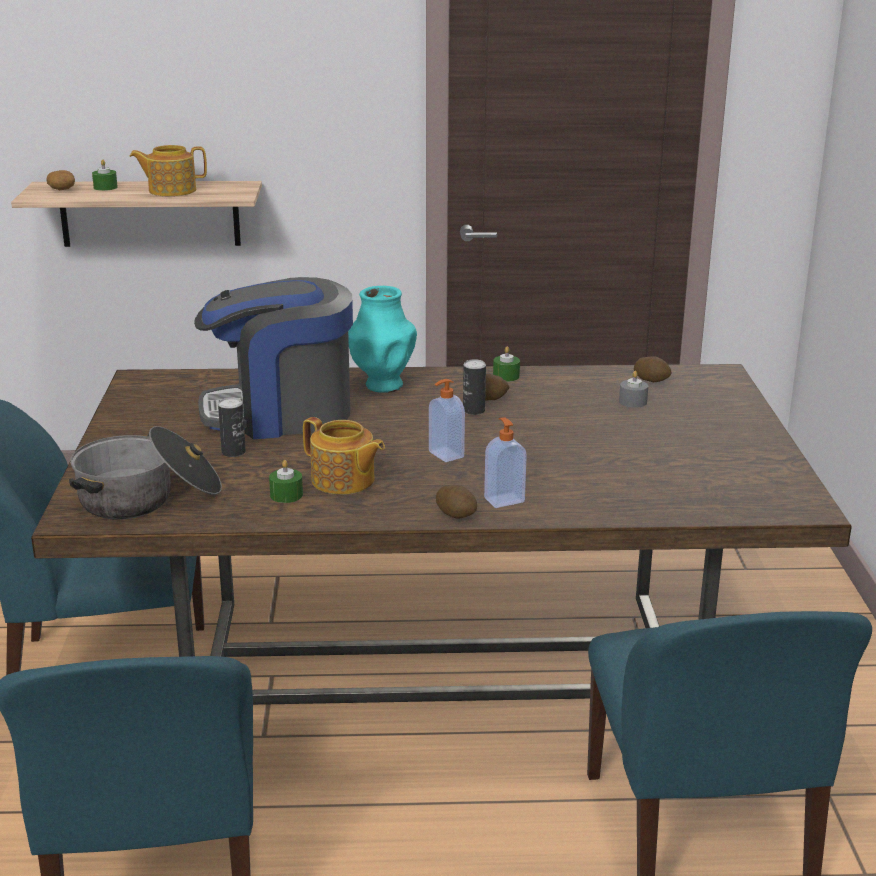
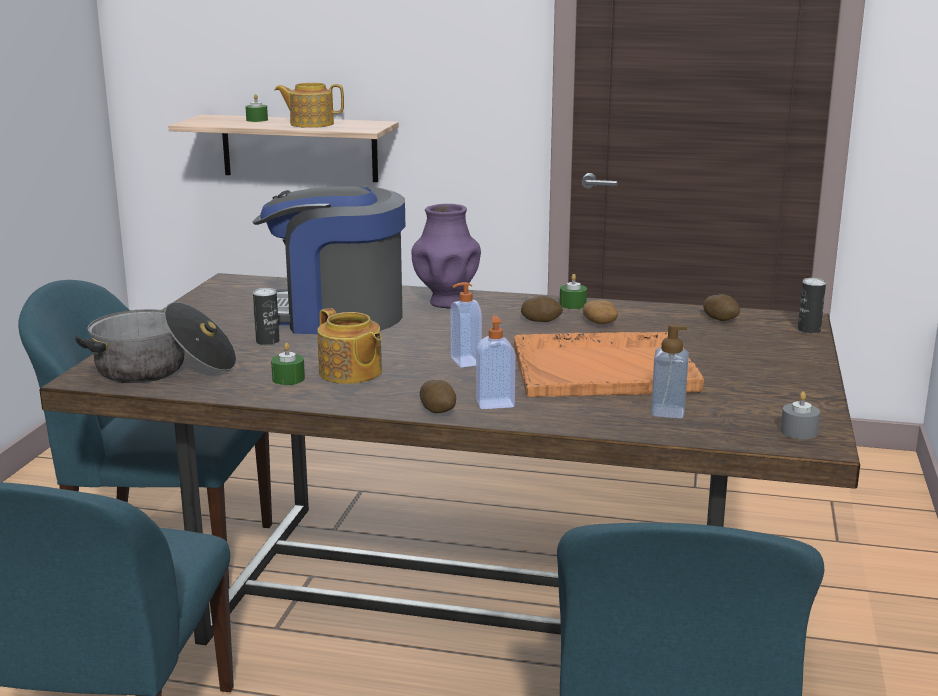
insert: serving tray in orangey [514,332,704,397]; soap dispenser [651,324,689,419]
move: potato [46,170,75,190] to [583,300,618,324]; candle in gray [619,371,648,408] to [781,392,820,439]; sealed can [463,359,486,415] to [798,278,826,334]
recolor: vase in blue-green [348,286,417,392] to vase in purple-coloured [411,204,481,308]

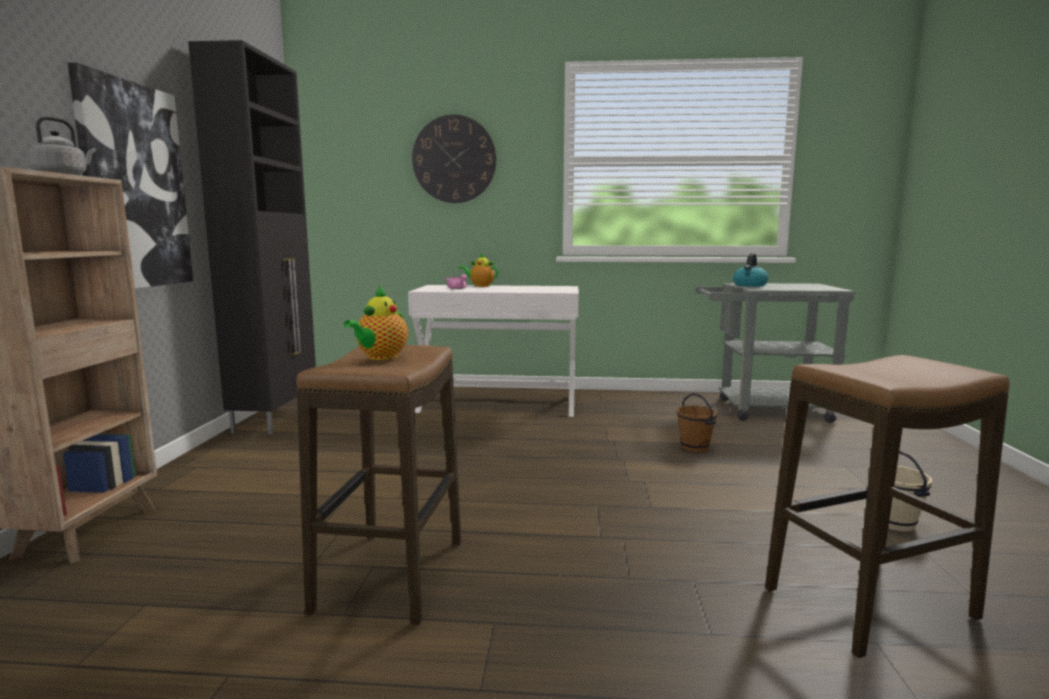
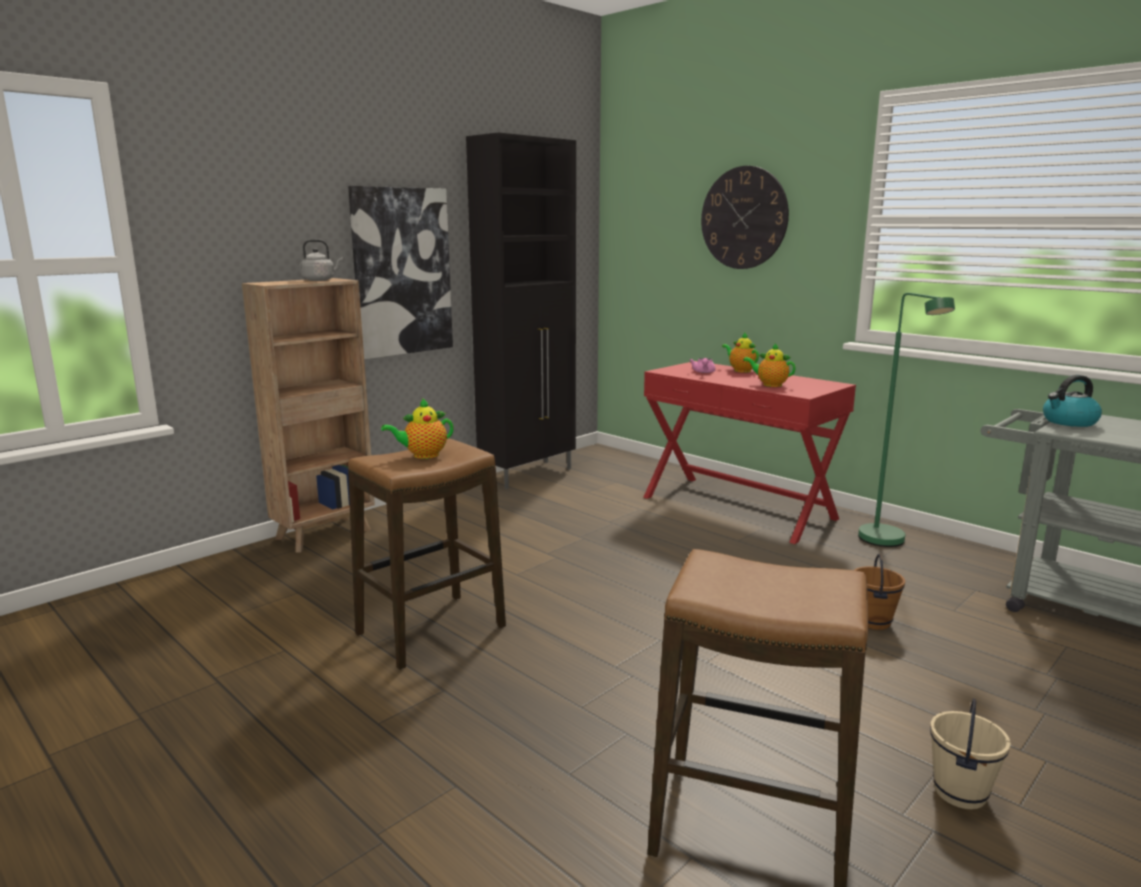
insert: teapot [743,343,796,387]; floor lamp in greenish [858,293,955,547]
recolor: console table in whitish [408,285,579,417] to console table in reddish [643,361,856,544]

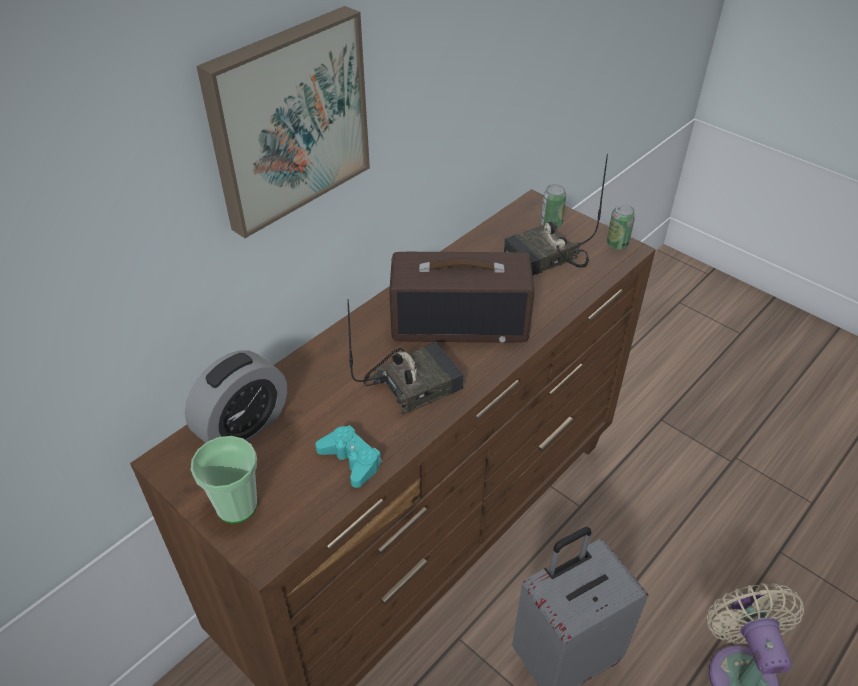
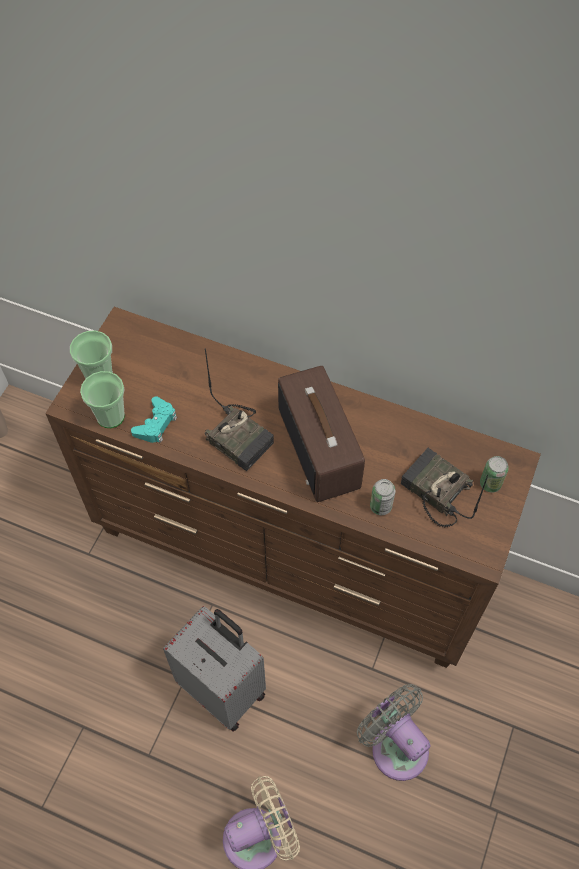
delete: table clock [185,350,287,443]; picture [196,6,370,238]
insert: small cup [80,371,125,428]; fan in gray [357,684,430,781]
move: sealed can [606,204,635,250] to [370,479,396,515]

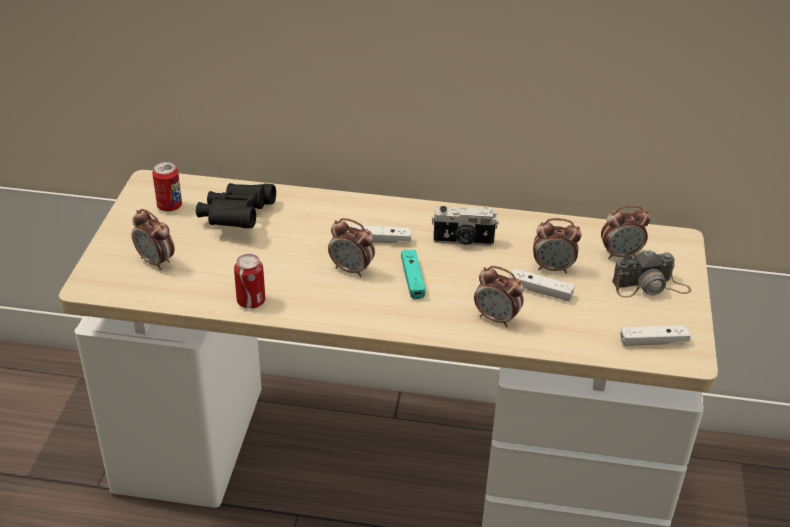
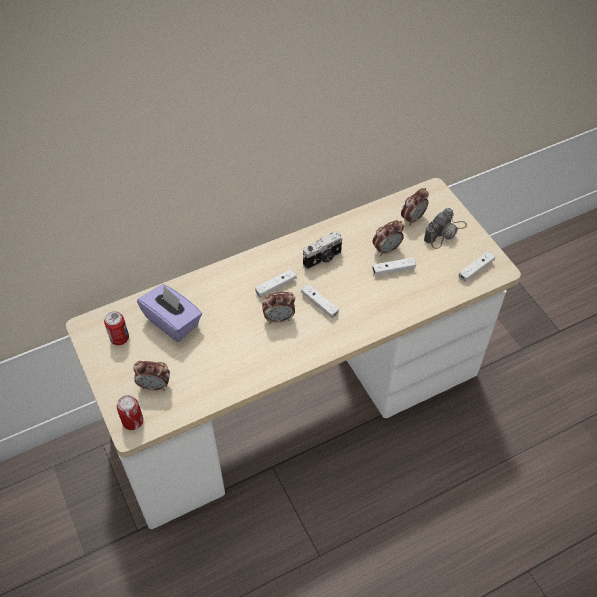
delete: table clock [474,266,524,328]
move: sealed can [234,254,265,309] to [117,395,143,430]
replace: field glasses in black [196,183,276,228] to box of tissues in purple-coloured [137,284,202,342]
recolor: gamepad in blue-green [401,250,426,299] to gamepad in whitish [301,284,339,318]

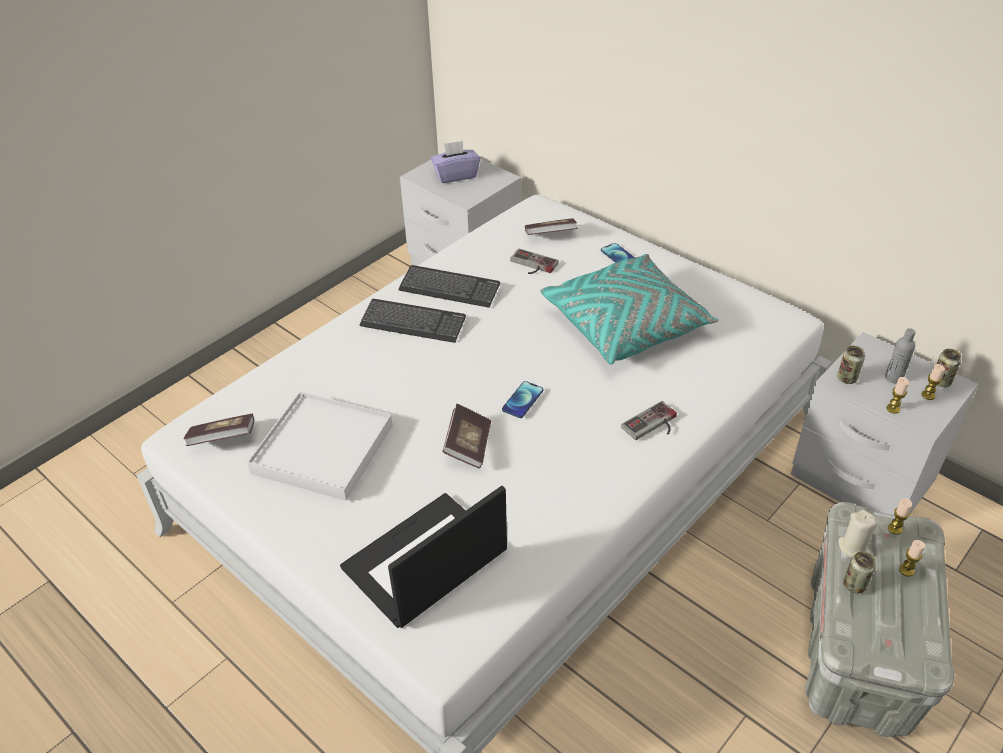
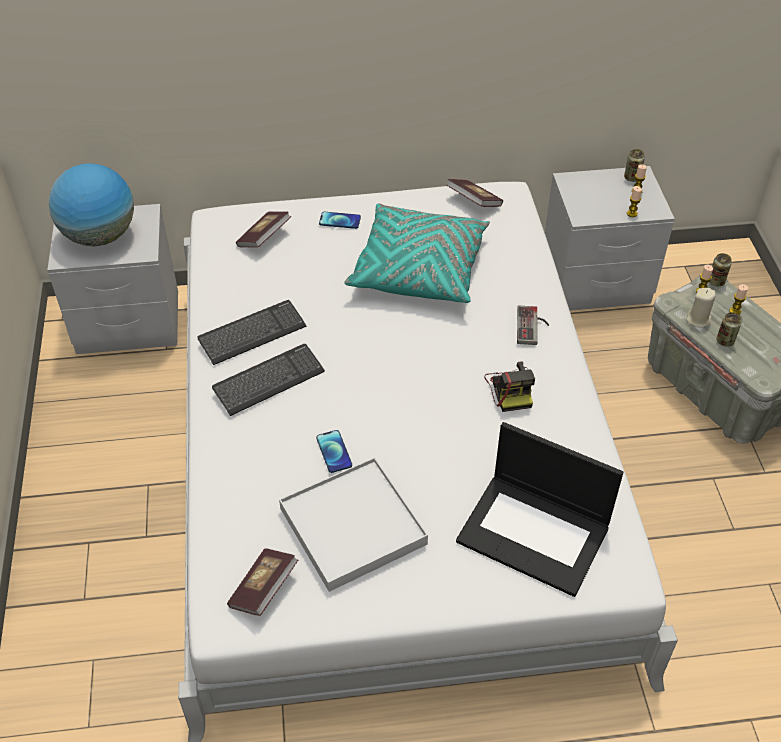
delete: gamepad [510,249,559,274]; beverage bottle in gray [885,328,916,384]
insert: photo camera [484,361,535,412]
move: phone [502,381,543,418] to [316,430,352,473]; book [443,404,491,468] to [447,179,503,207]; sealed can [837,346,865,384] to [709,253,732,286]
replace: box of tissues in purple-coloured [431,141,480,183] to desk globe [49,163,134,247]
rotate: laptop [340,486,507,628] = [456,422,623,597] 60 degrees counterclockwise

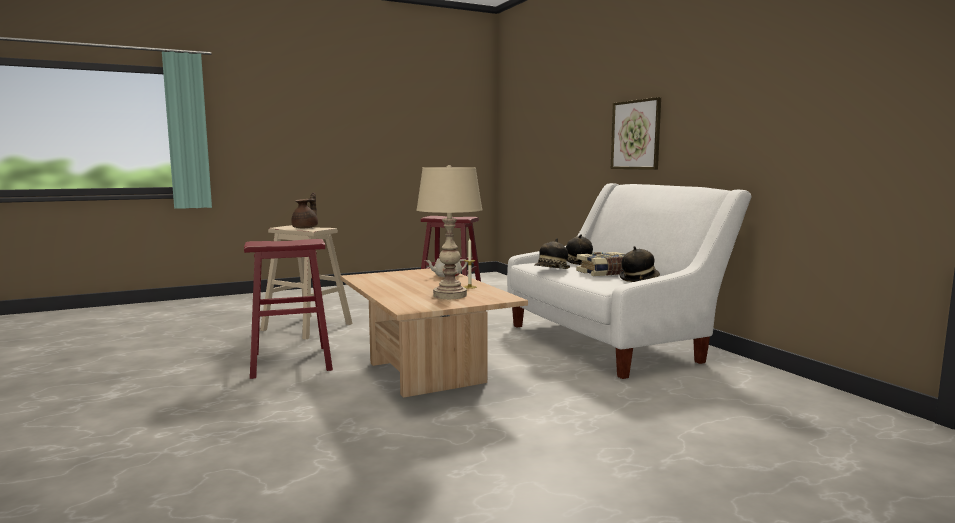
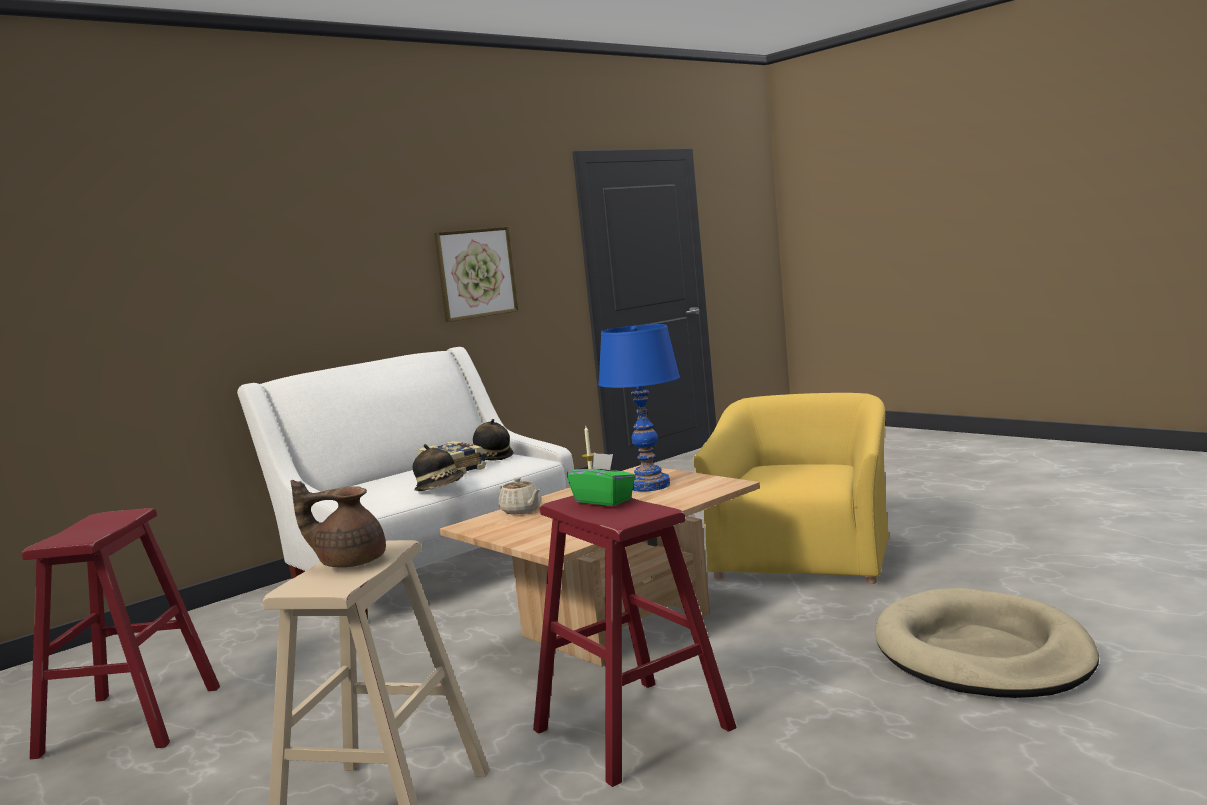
delete: wearable hat [566,234,593,265]
insert: box of tissues in greenish [567,453,636,506]; easy chair in yellowish [693,393,889,584]; dog bed in beige-coloured [875,588,1099,698]
move: picture [611,97,661,170] to [434,227,519,322]
recolor: table lamp in beige-coloured [416,165,482,299] to table lamp in blue [598,324,680,492]

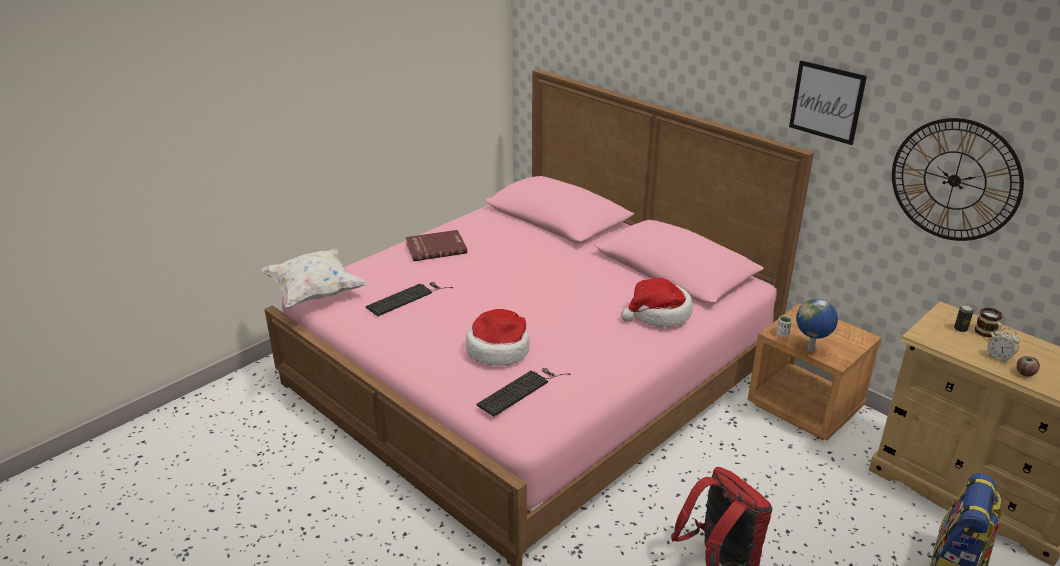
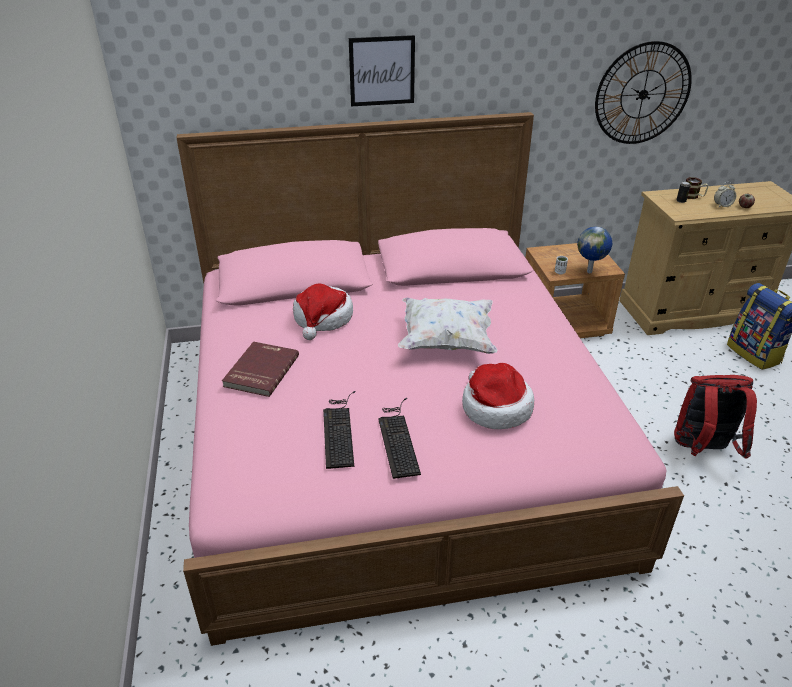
move: wearable hat [621,278,693,327] to [293,283,353,340]; picture [789,60,867,145] to [349,35,415,107]; keyboard [477,368,571,417] to [378,398,421,479]; cushion in whitish [262,248,368,308] to [398,298,497,354]

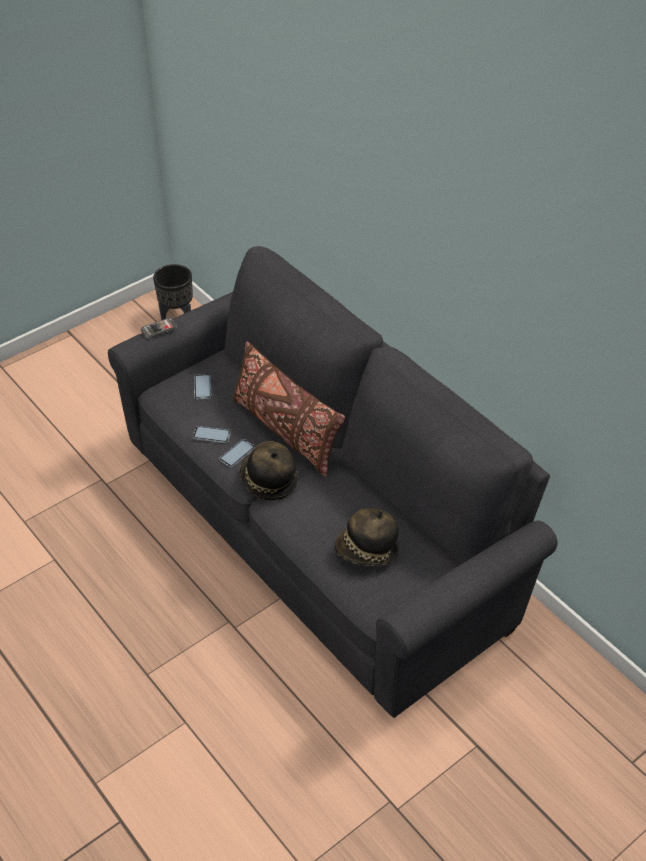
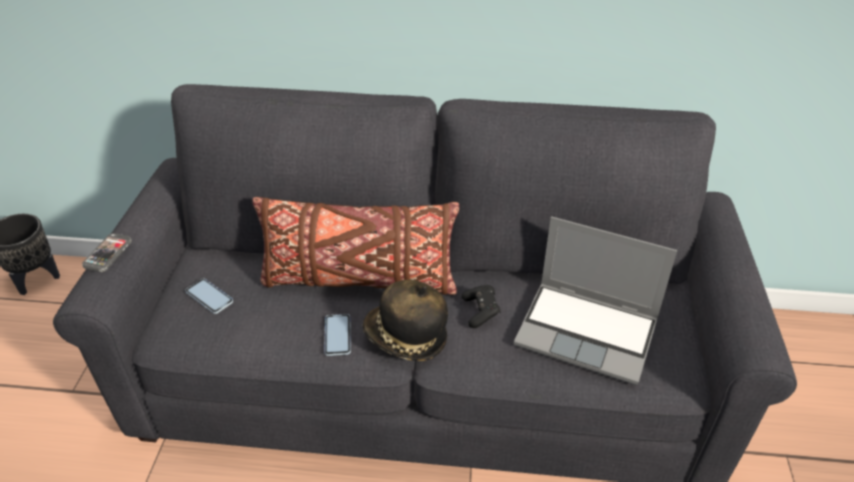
delete: phone [193,426,231,443]
insert: gamepad in black [462,285,501,328]
replace: wearable hat [335,508,399,566] to laptop [514,217,677,385]

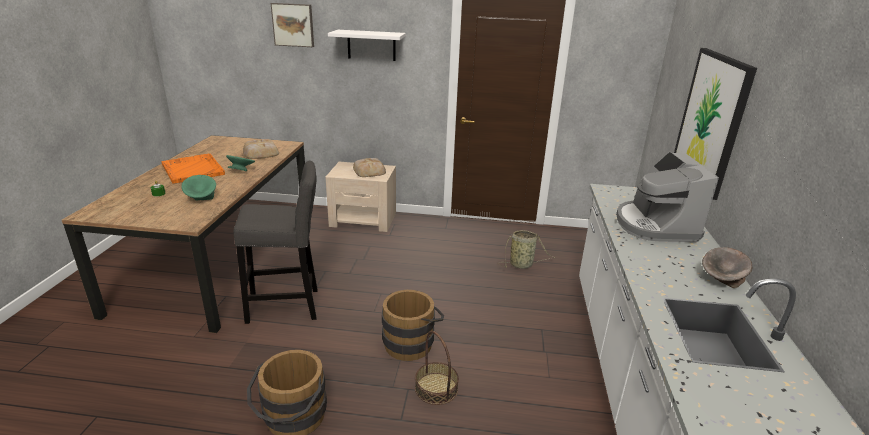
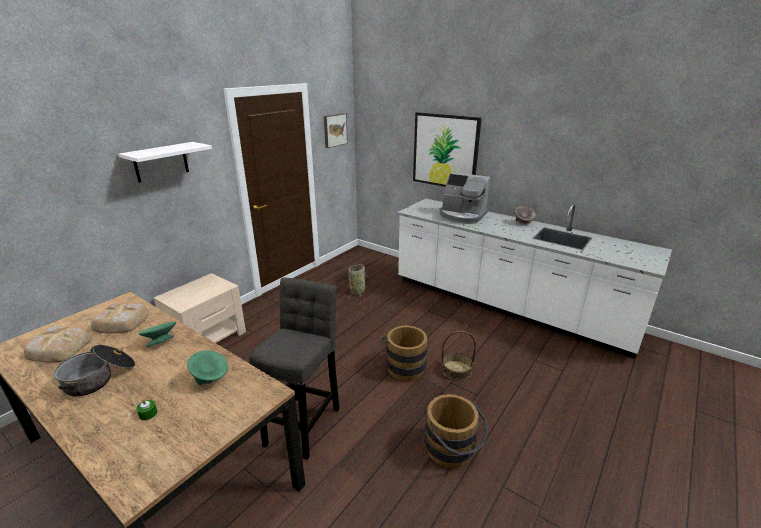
move: baked bread [353,158,386,177] to [24,326,92,363]; picture [271,3,314,47] to [324,113,348,148]
replace: serving tray in orangey [161,153,225,184] to stockpot [54,345,135,396]

